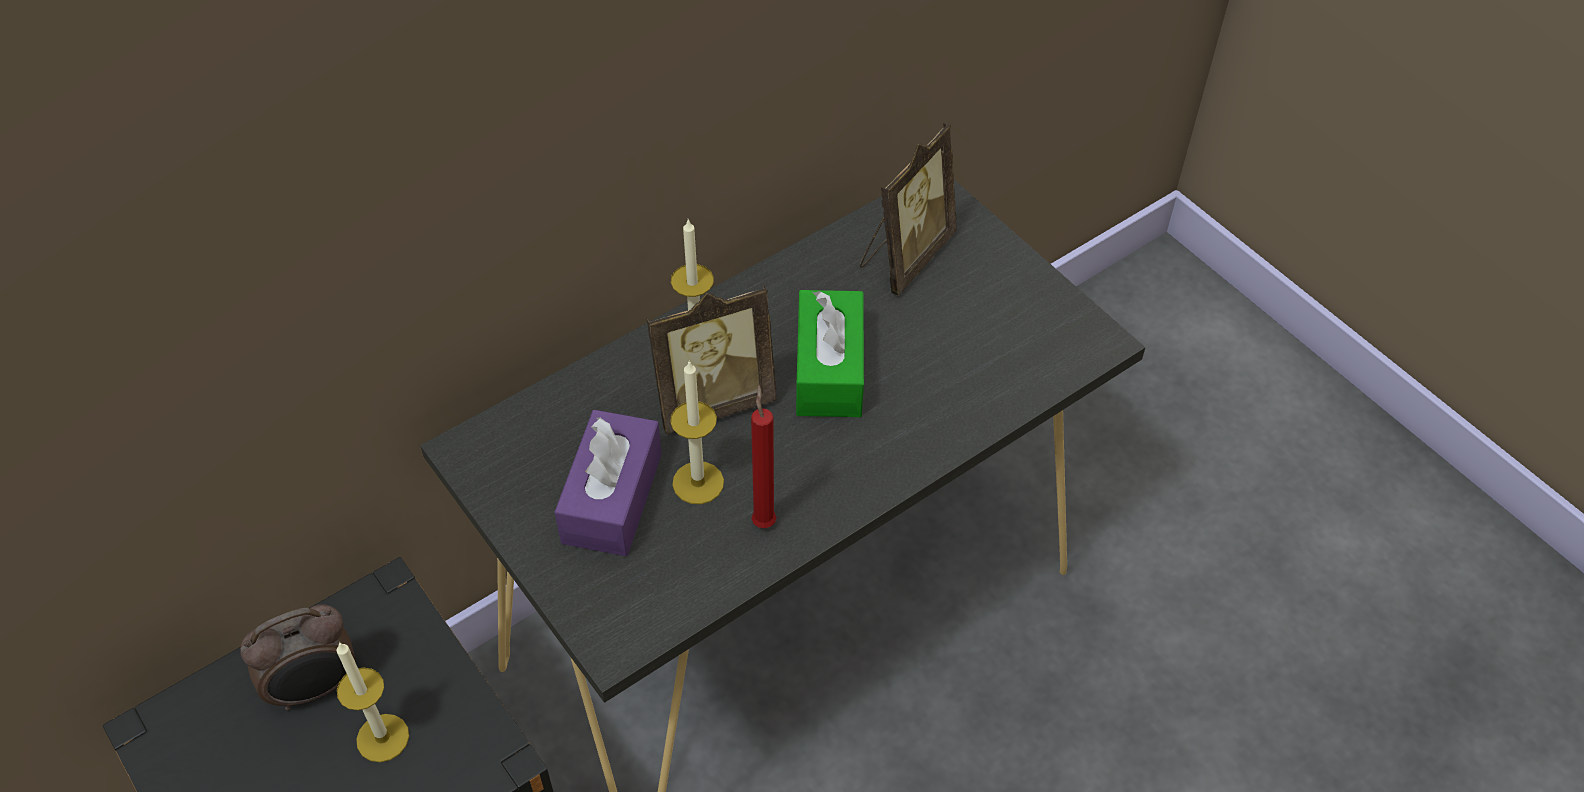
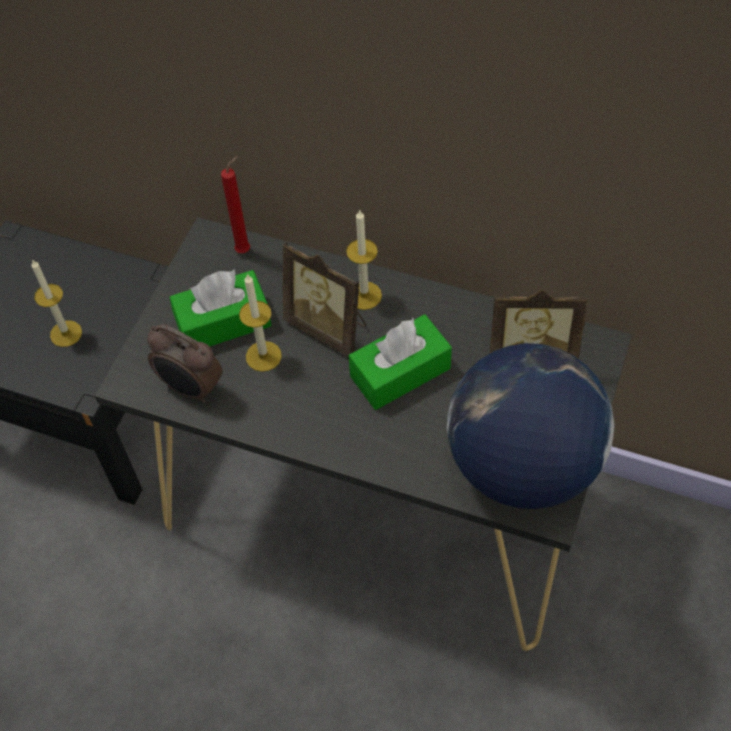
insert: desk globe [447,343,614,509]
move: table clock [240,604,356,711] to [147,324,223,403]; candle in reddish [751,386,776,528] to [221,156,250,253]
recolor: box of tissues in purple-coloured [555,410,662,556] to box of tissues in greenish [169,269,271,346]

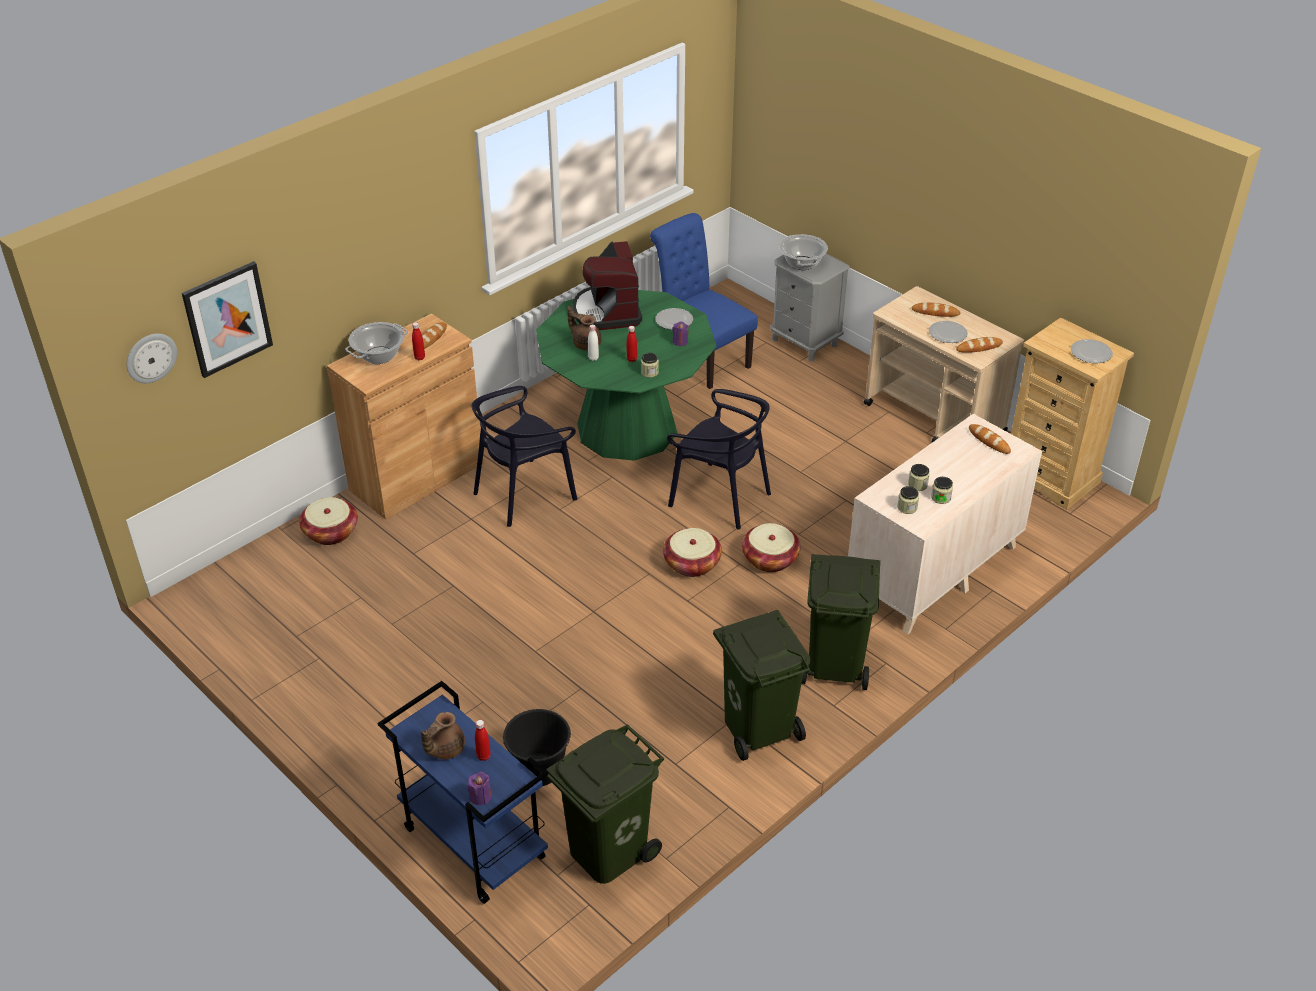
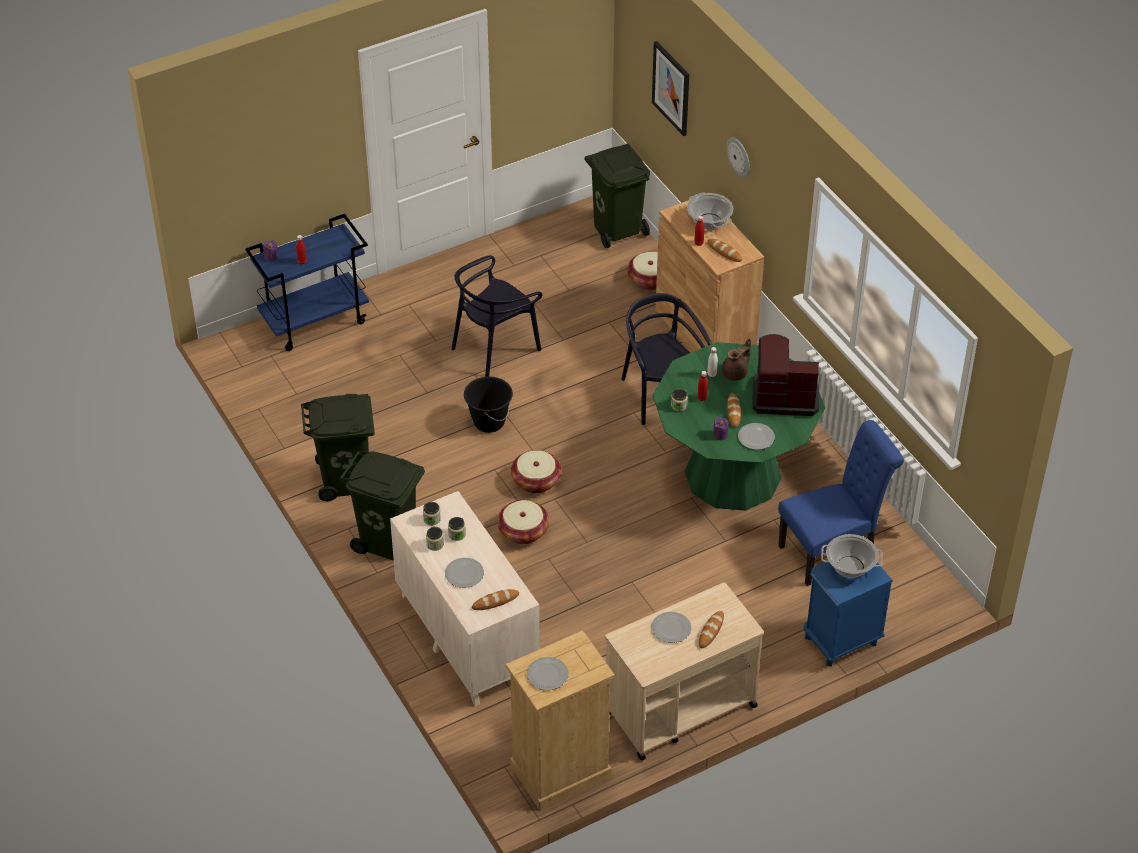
delete: teapot in brown-coloured [421,712,465,760]
insert: dinner plate [445,558,484,588]
move: upright chair in black [667,389,771,529] to [452,255,542,377]; water bucket in black [502,709,572,786] to [464,376,513,433]; trash can in greenish [546,725,664,884] to [585,144,650,248]; clock on the wall [127,334,177,383] to [726,137,750,178]; baked bread [956,337,1003,353] to [727,393,741,428]
recolor: bedside table in gray [770,254,850,361] to bedside table in blue [803,562,893,667]

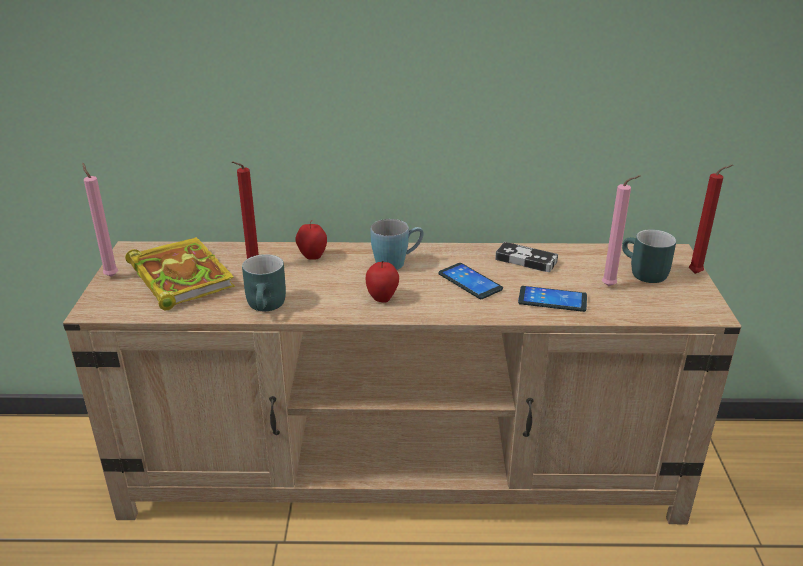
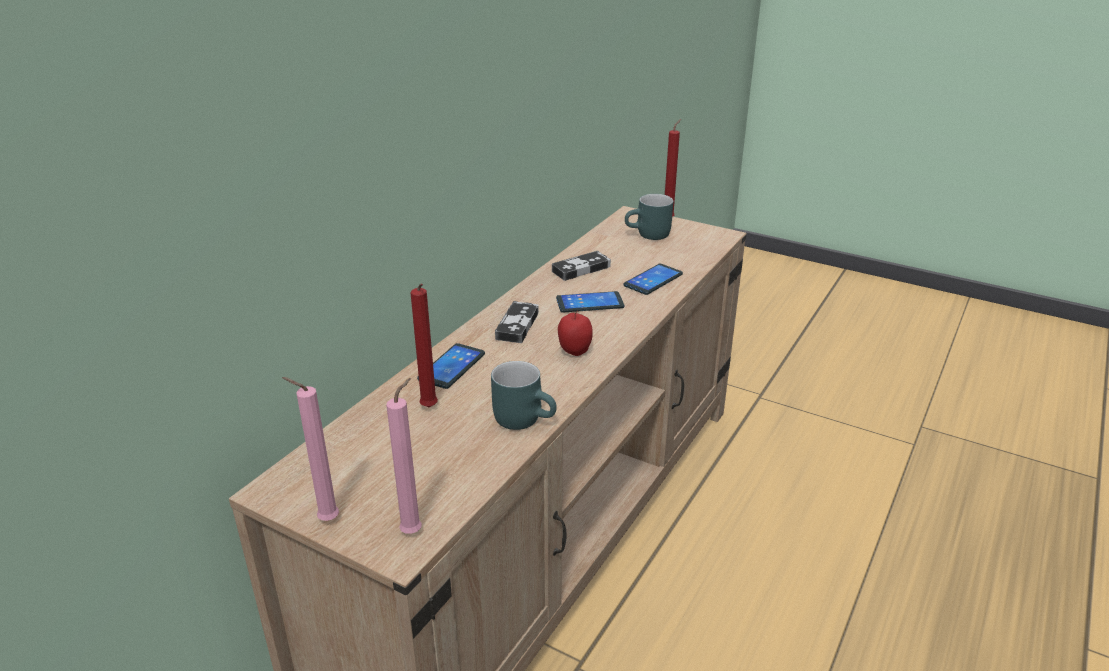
delete: book [125,237,235,311]
move: candle in pink [602,175,640,286] to [386,378,422,534]
replace: apple [295,220,327,260] to phone [417,343,485,389]; coffee mug in blue [370,219,424,270] to gamepad [495,301,539,343]

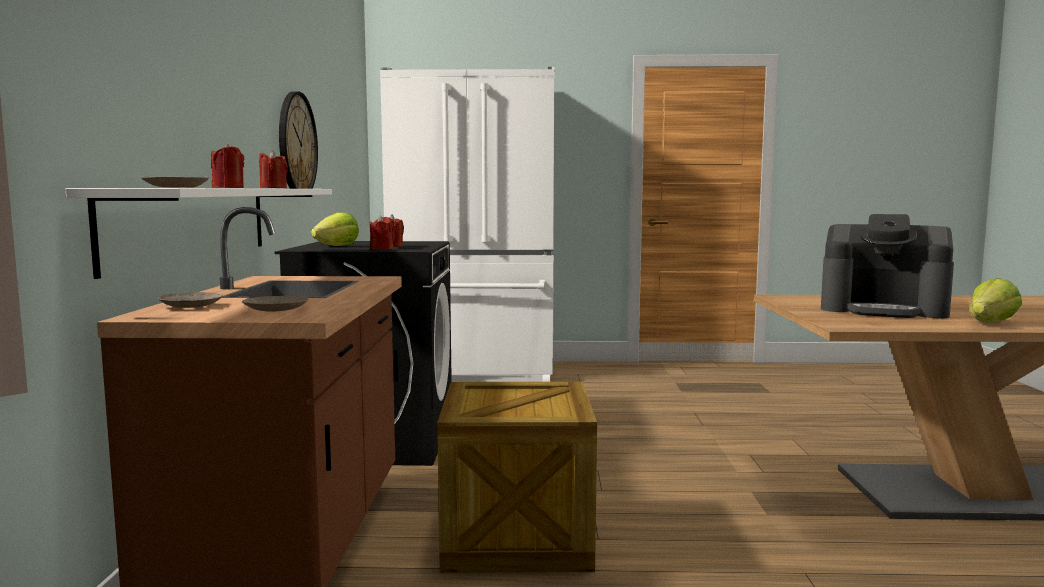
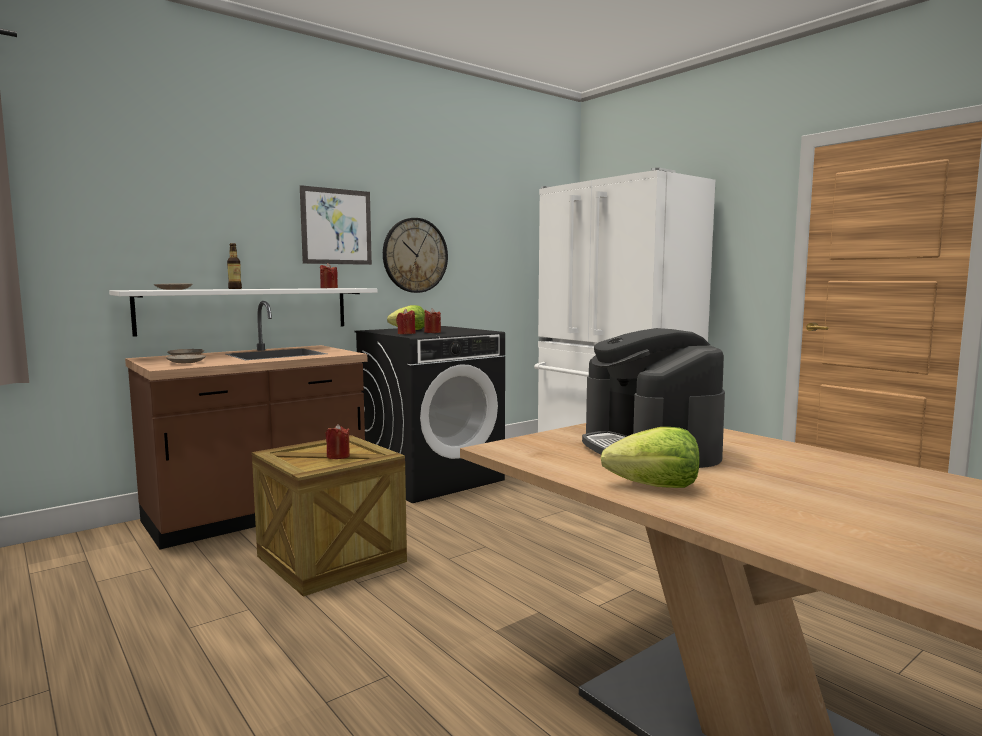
insert: beverage bottle [227,243,242,289]; picture [300,185,372,265]
move: candle in reddish [211,144,244,188] to [326,424,350,459]

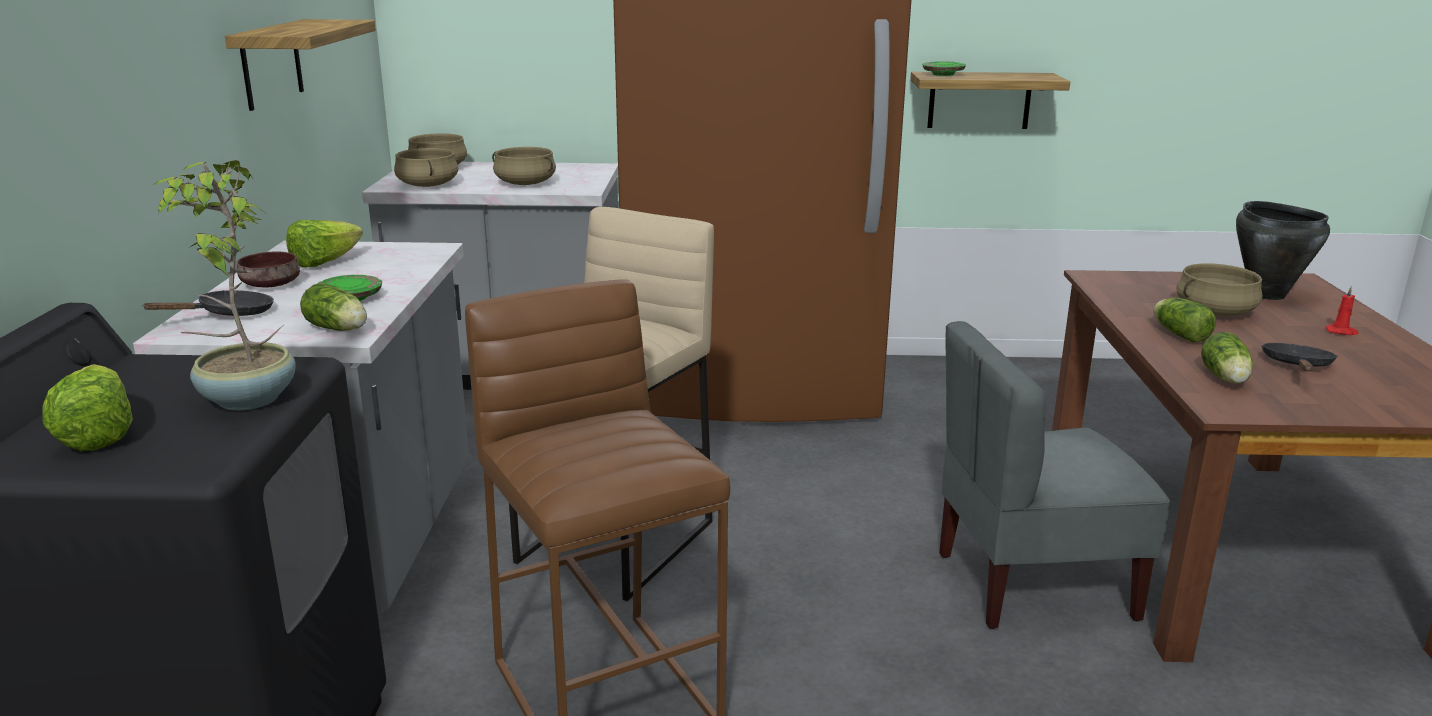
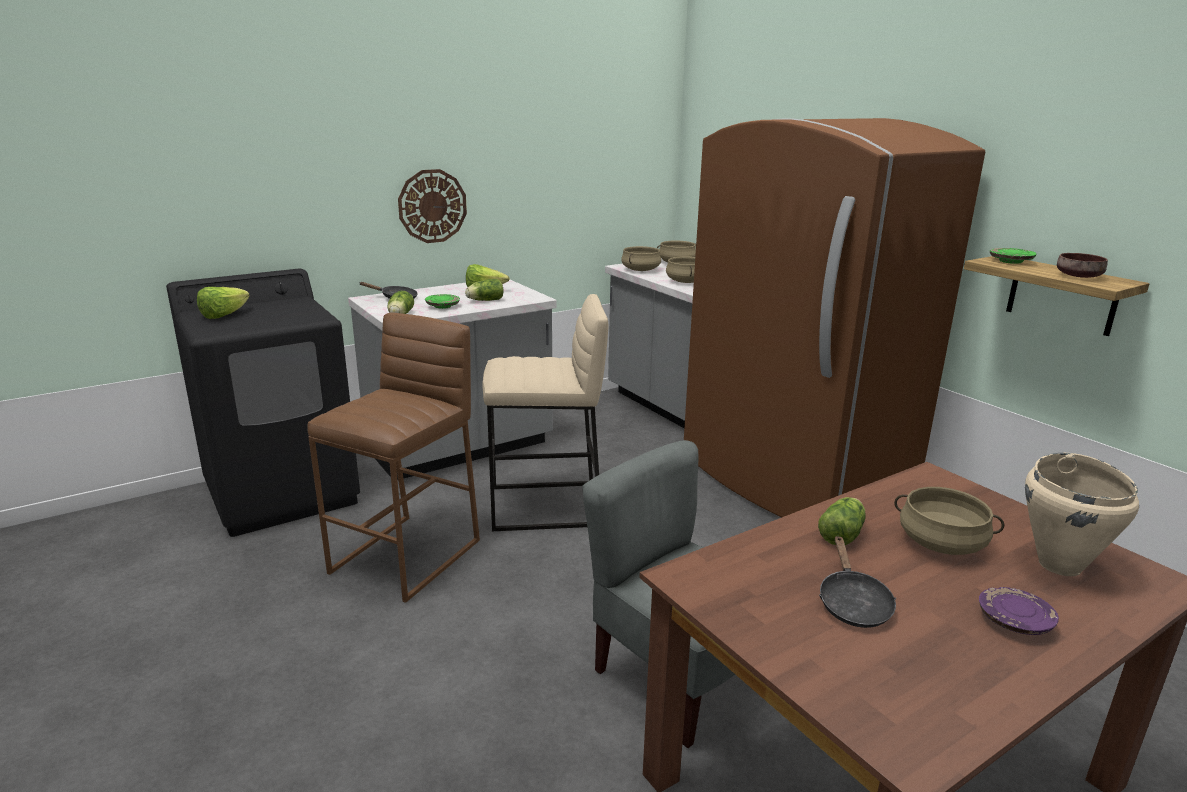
delete: houseplant [150,160,296,410]; bracket shelf [225,19,376,111]
insert: clock on the wall [398,169,467,243]
move: lettuce head [1201,332,1253,384] to [465,279,503,301]; serving bowl in brown-coloured [237,251,300,287] to [1057,253,1108,278]
replace: candle in reddish [1326,286,1358,335] to dinner plate in purple-coloured [979,587,1059,635]
recolor: stockpot in black [1236,201,1330,300] to stockpot in beige-coloured [1025,453,1139,576]
rotate: pan in black [1262,343,1338,371] = [819,536,896,628] 105 degrees clockwise

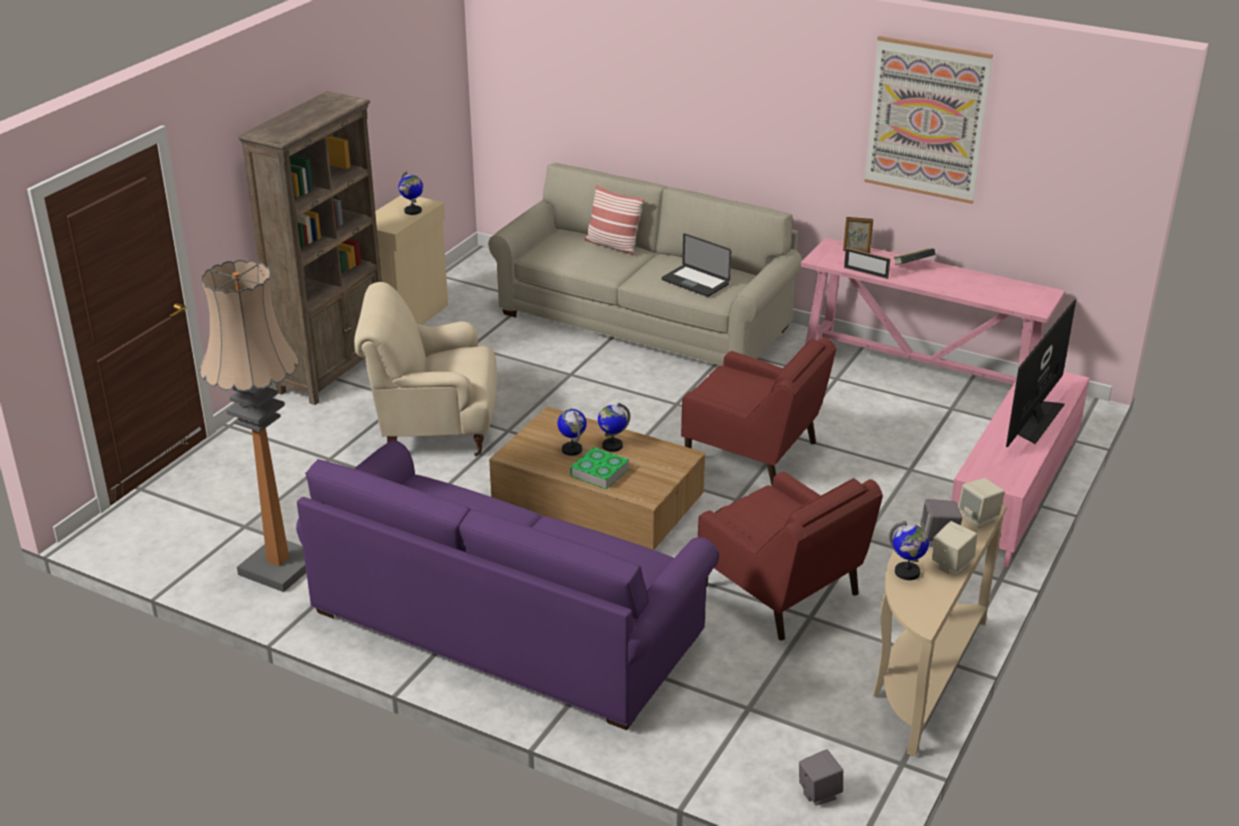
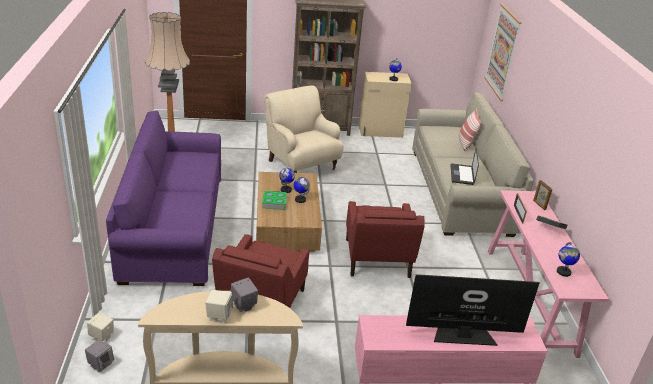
move: loudspeaker in beige-coloured [958,478,1005,528] to [87,312,114,342]; picture [864,36,993,204] to [484,3,522,101]; desk globe [889,521,929,580] to [557,242,580,277]

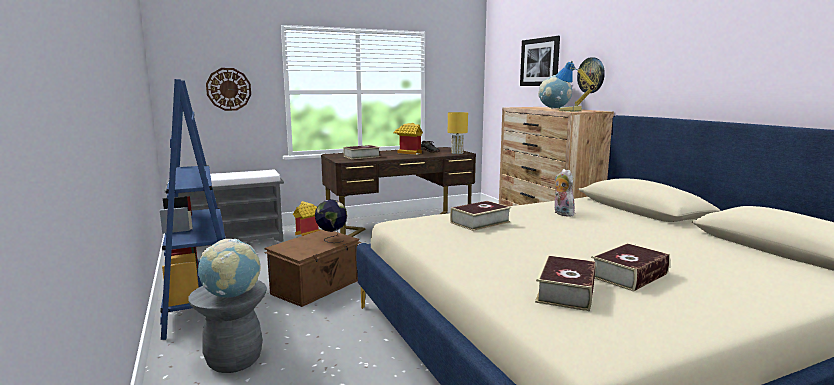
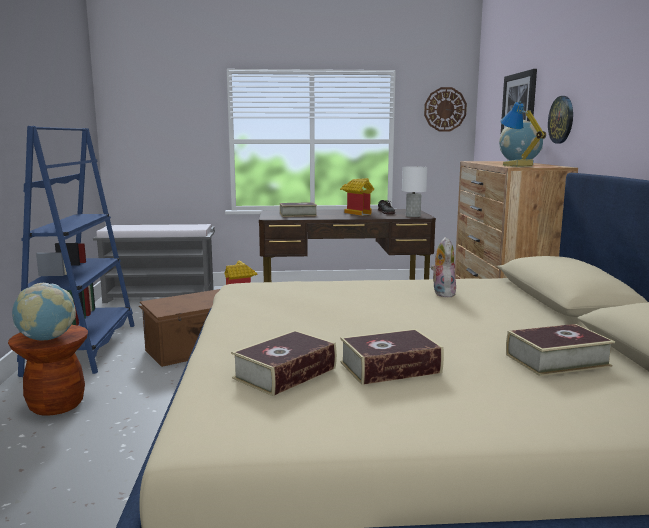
delete: desk globe [315,199,347,243]
move: clock on the wall [206,68,251,111] to [424,87,467,131]; book [450,201,511,231] to [506,324,615,376]
recolor: stool seat in gray [189,280,267,373] to stool seat in brown-coloured [8,325,88,416]; table lamp in yellowish [448,112,468,154] to table lamp in whitish [402,166,427,217]

